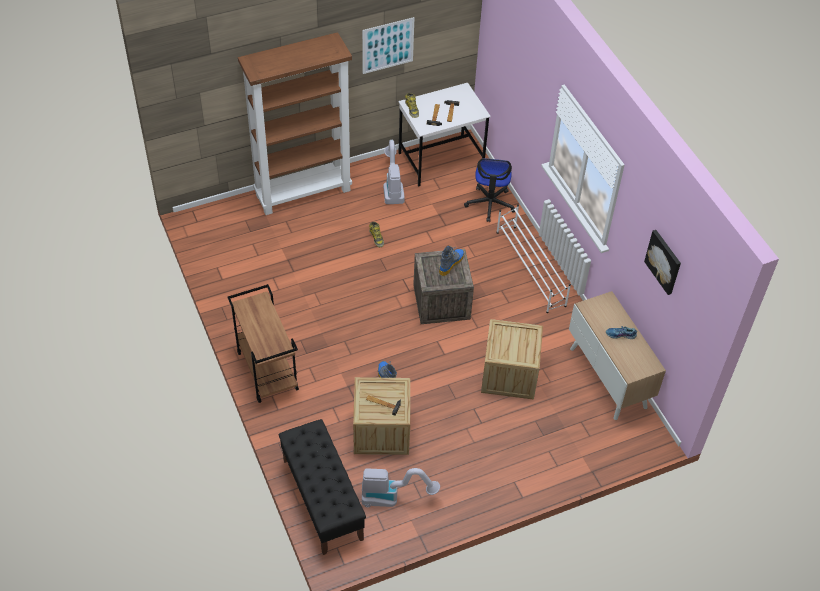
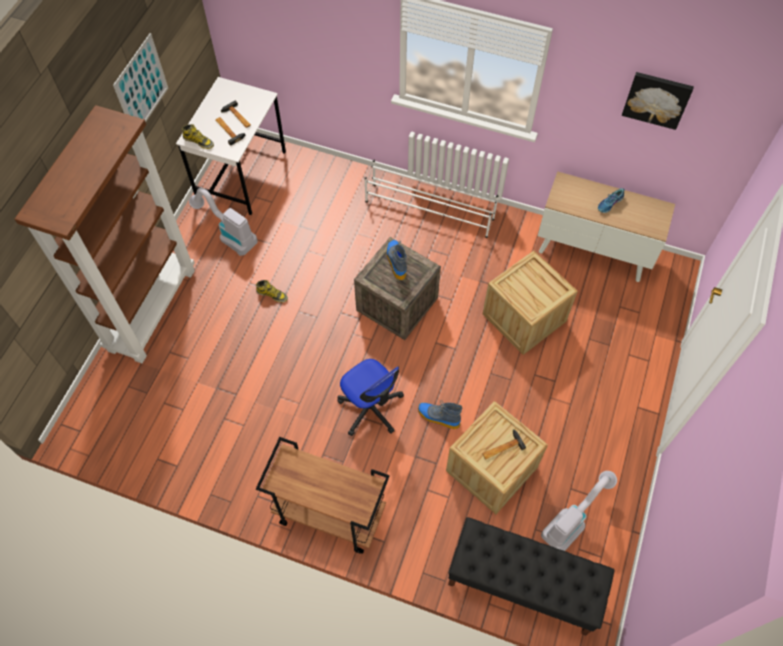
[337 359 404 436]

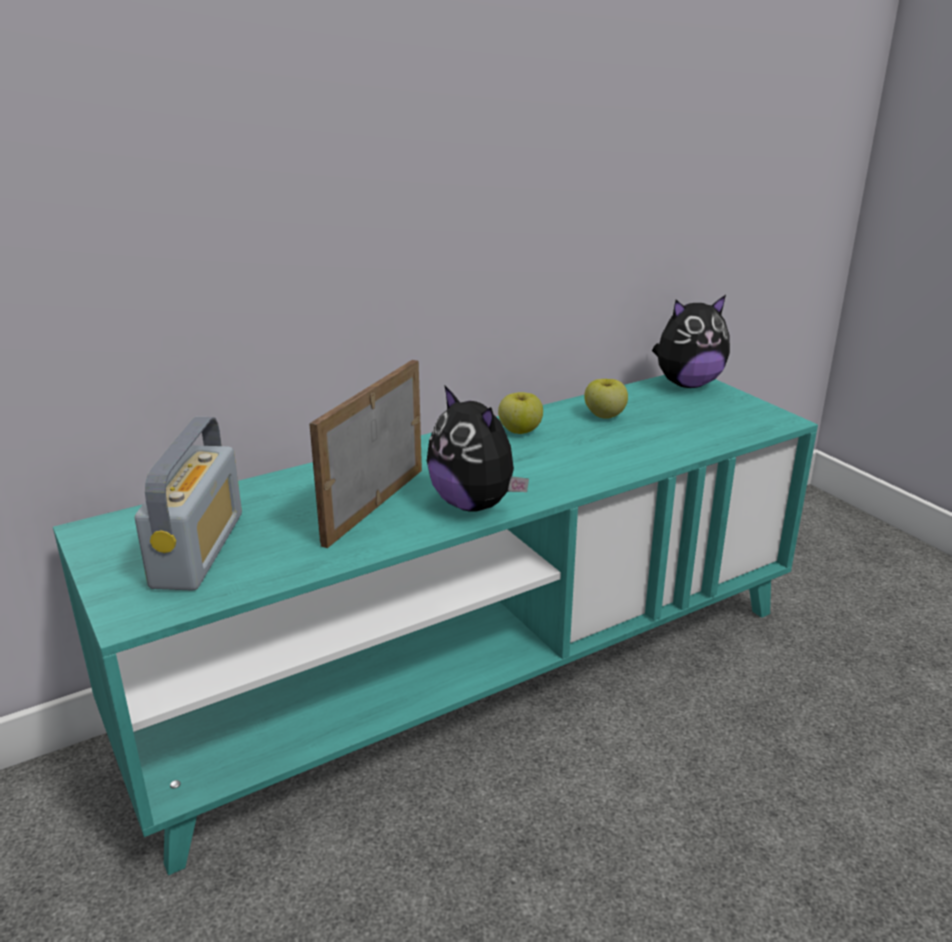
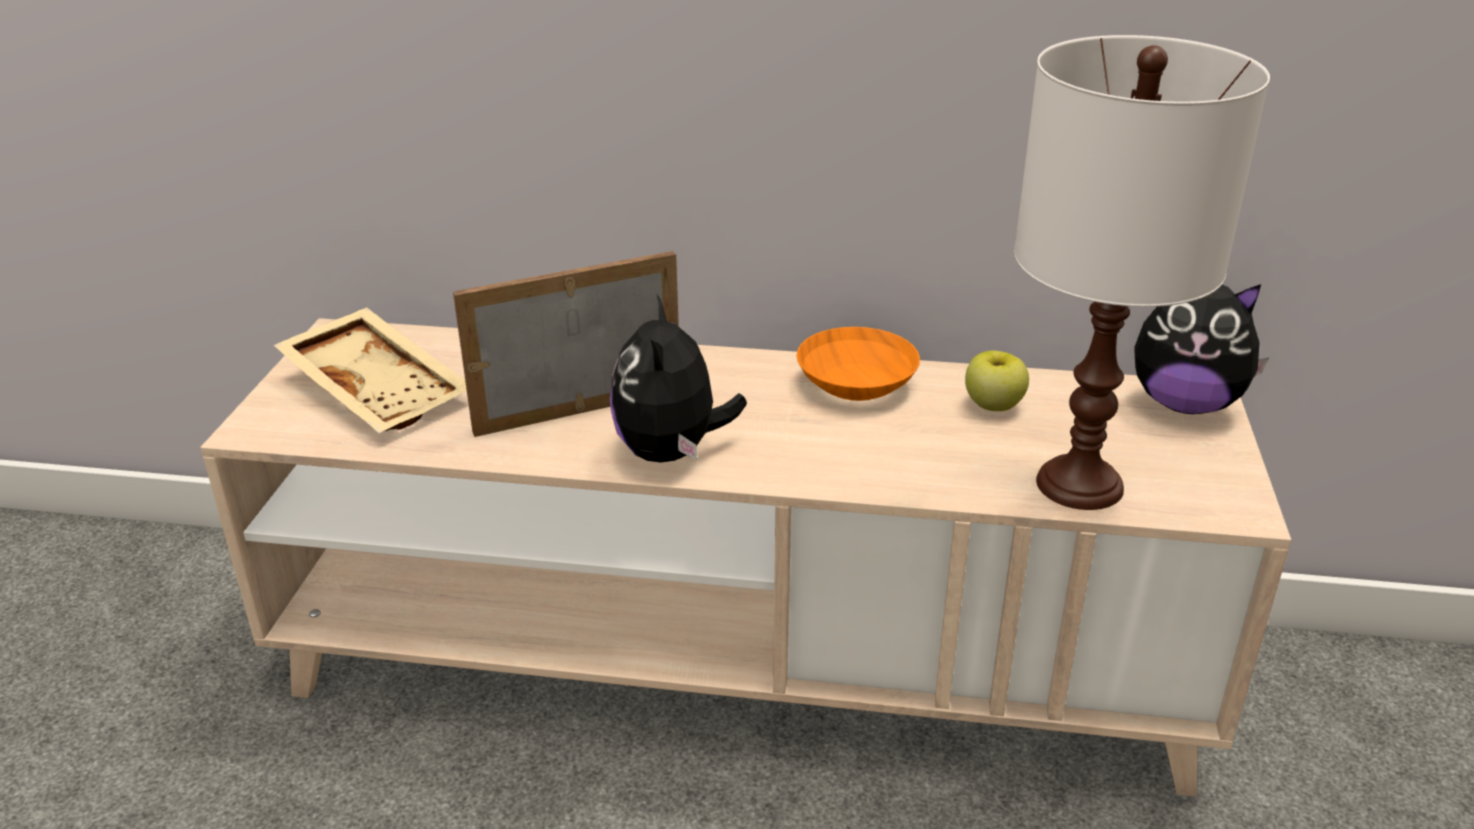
[200 318 1291 797]
[796 327 920 401]
[273 307 467 433]
[1014 35 1270 510]

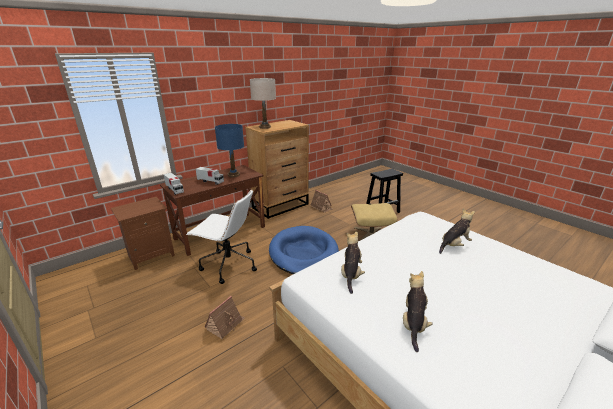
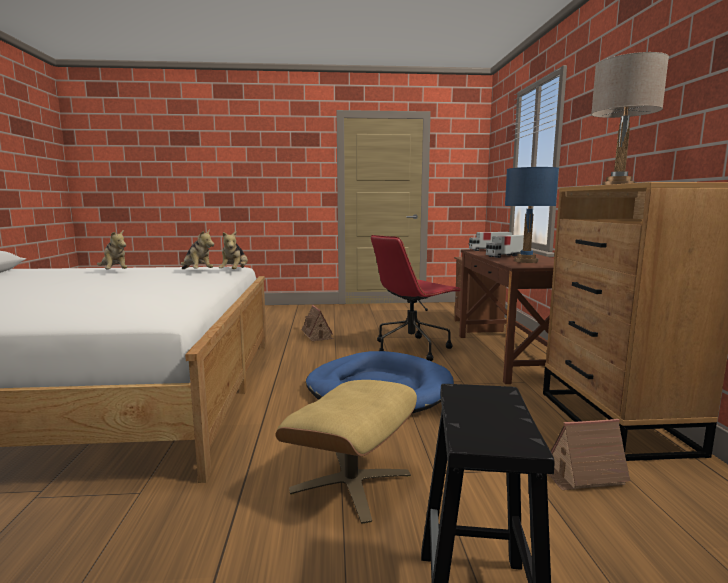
[371 235 461 361]
[219 231 248 269]

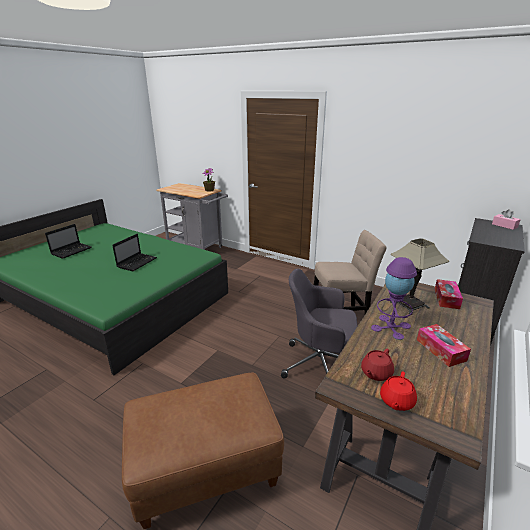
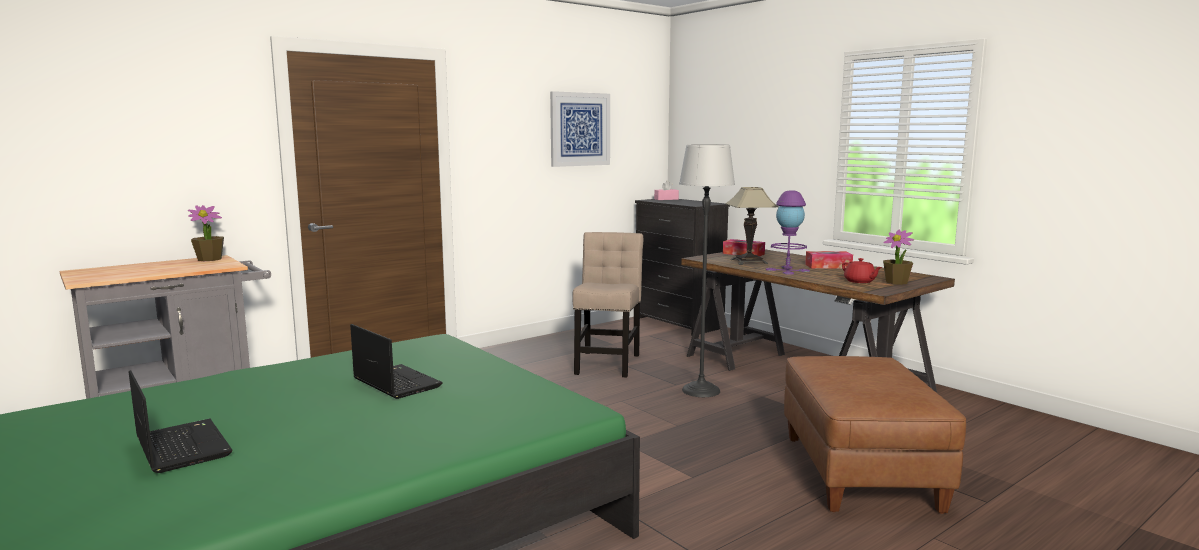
[679 144 735 397]
[883 230 914 285]
[550 91 610 167]

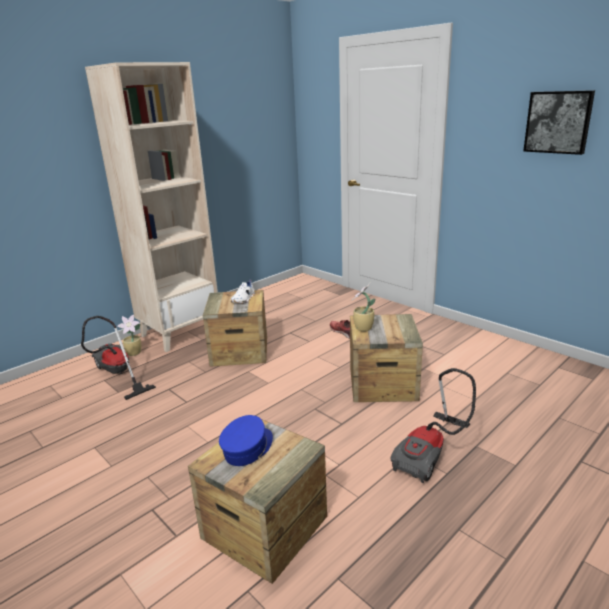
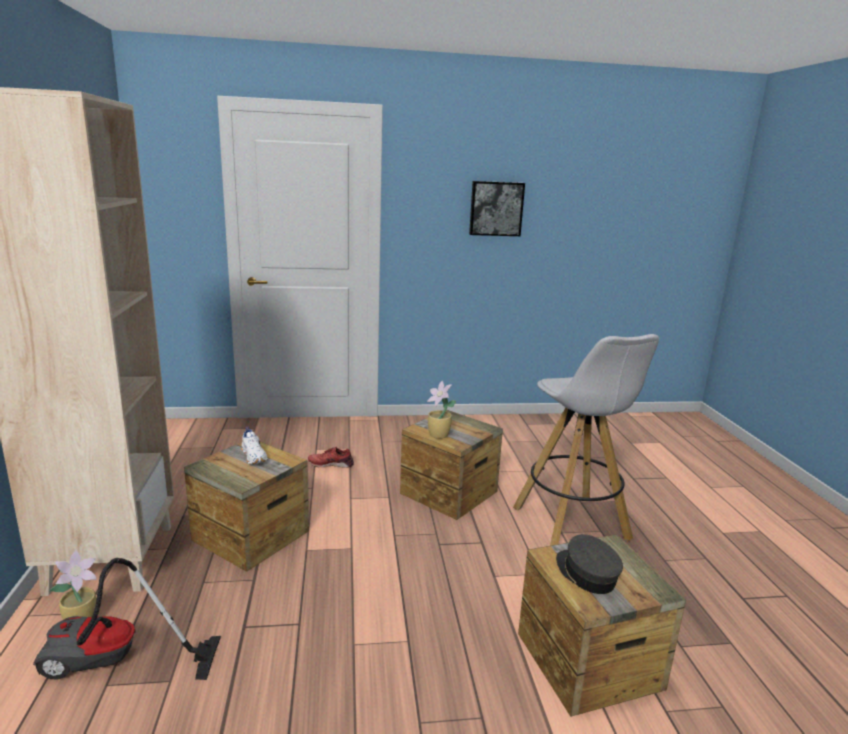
[513 334 659 546]
[556 534 623 594]

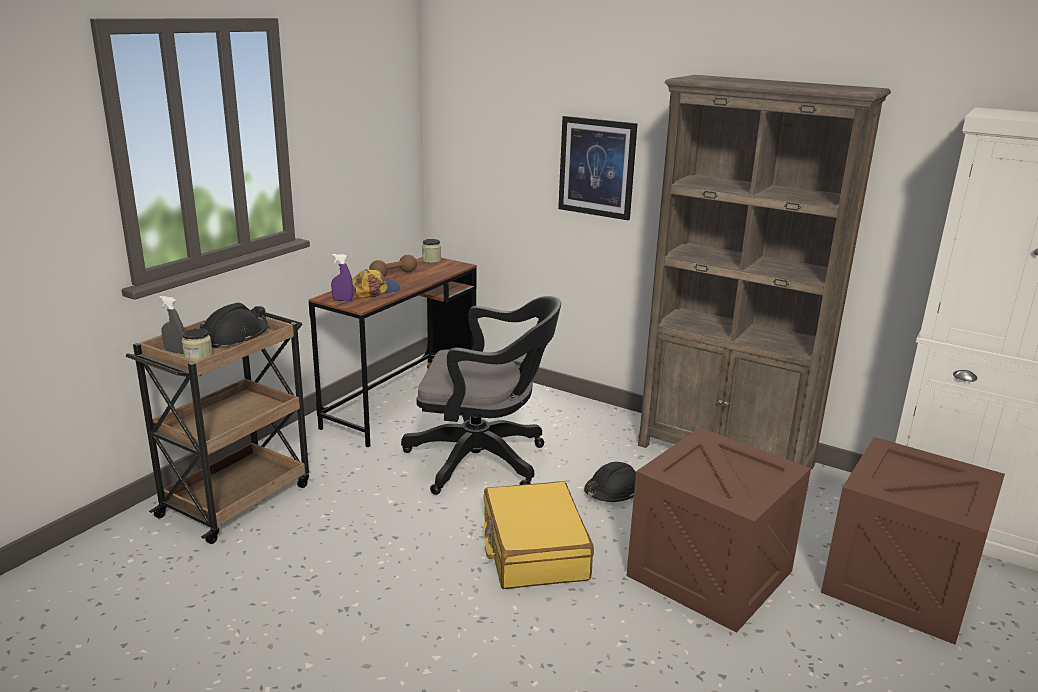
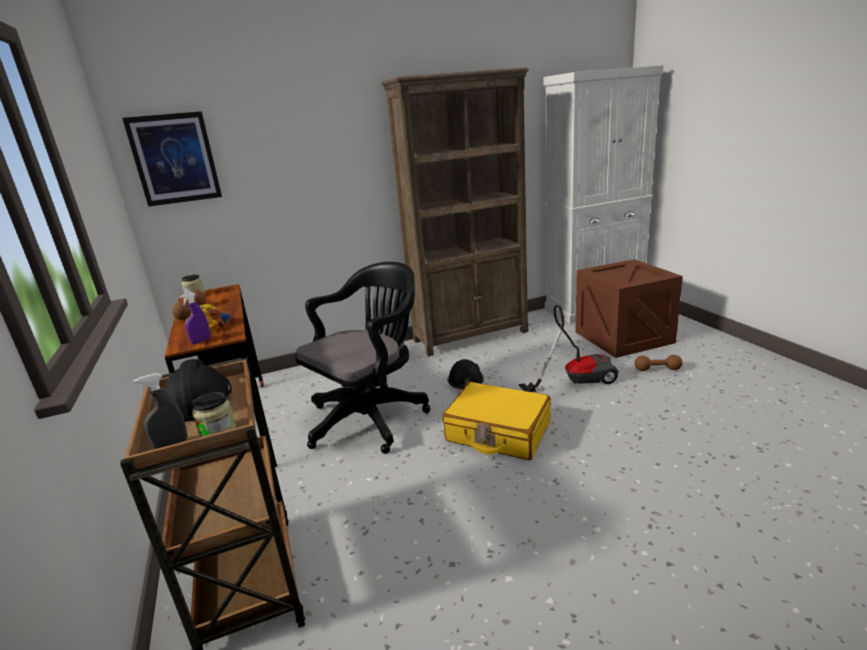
[122 111 222 207]
[519 305 619 392]
[635 355 683 371]

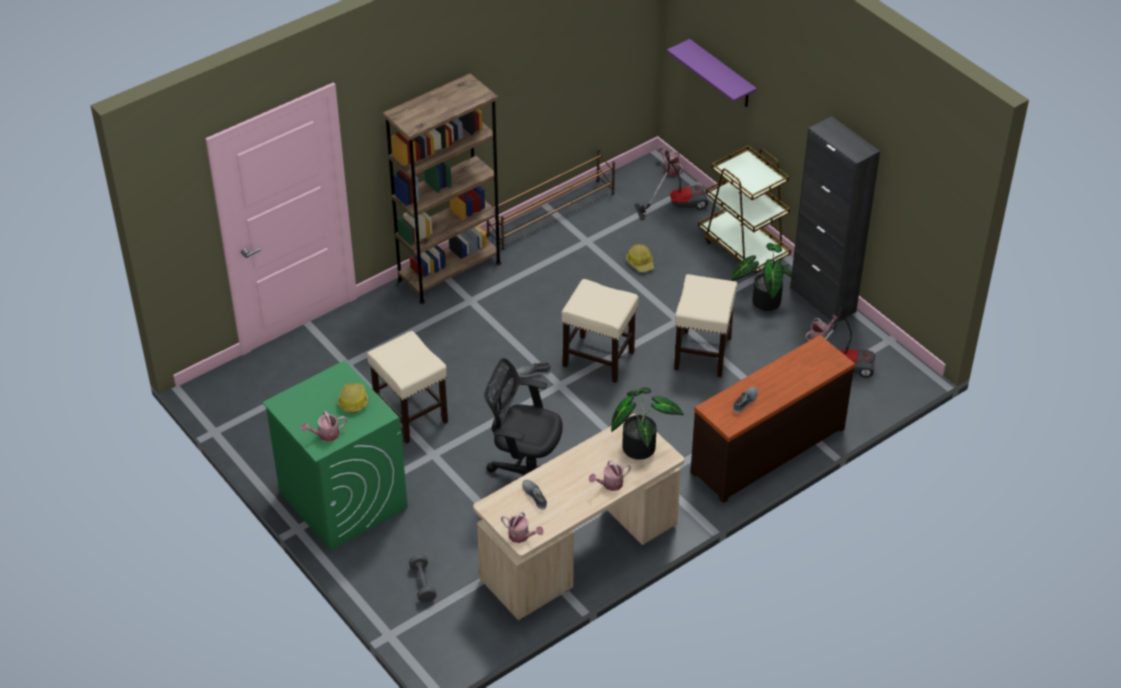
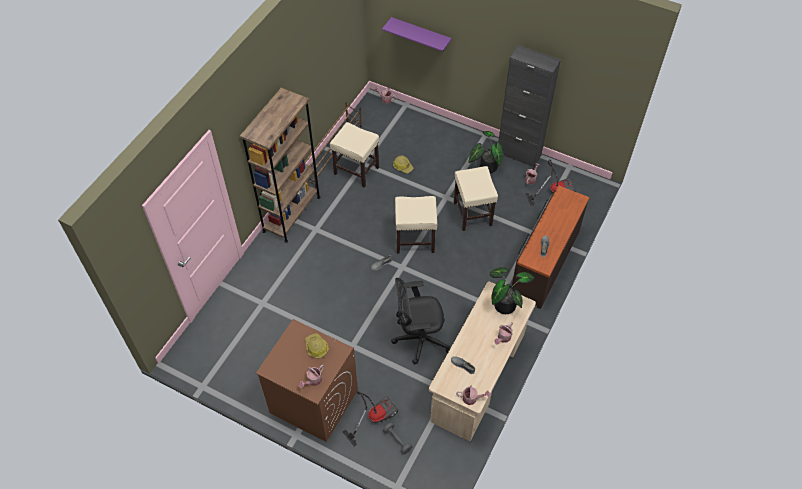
[698 145 791 273] (first image)
[343 391 398 447]
[330 122 379 188]
[256 319 358 442]

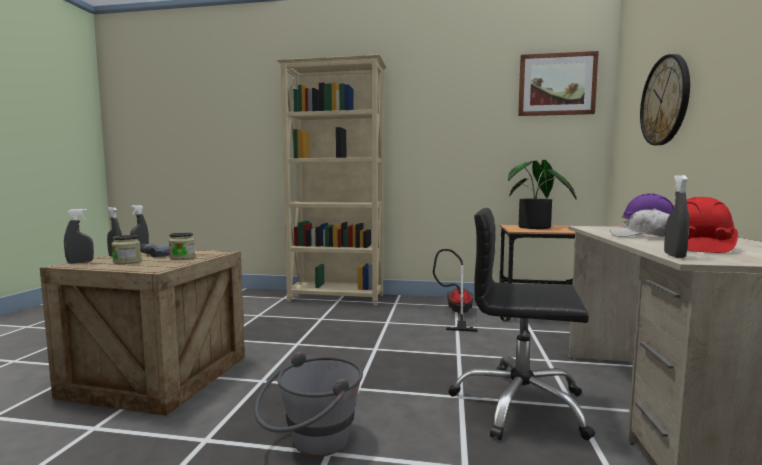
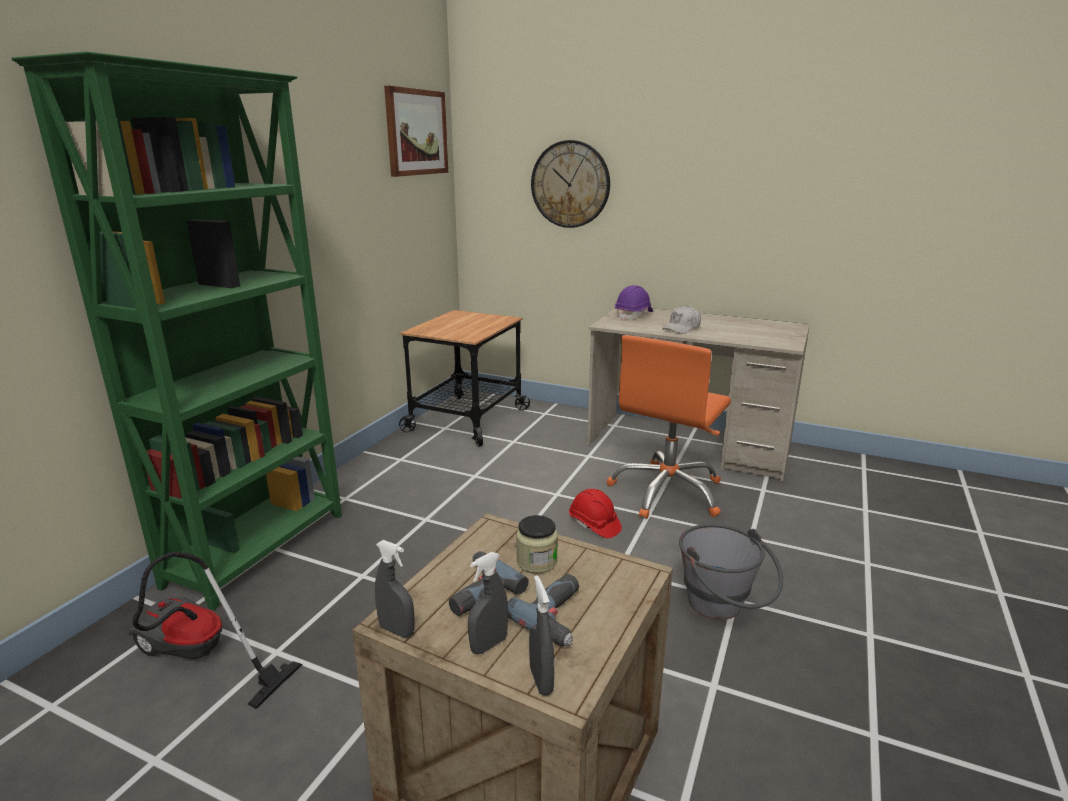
[11 51 342 610]
[508 160 577 229] (first image)
[664 175 689 258] (first image)
[569 489 622 538]
[607 335 731 519]
[507 574 579 646]
[128 551 302 709]

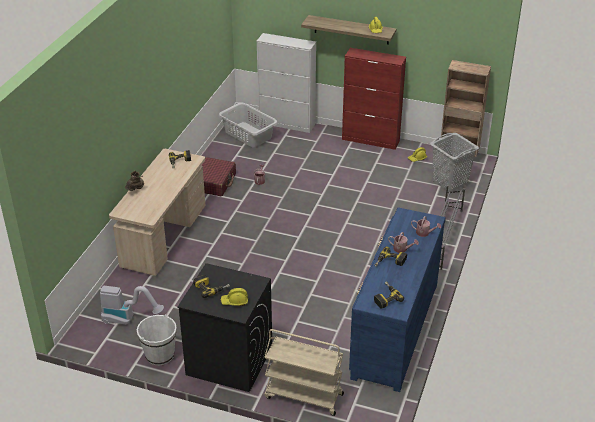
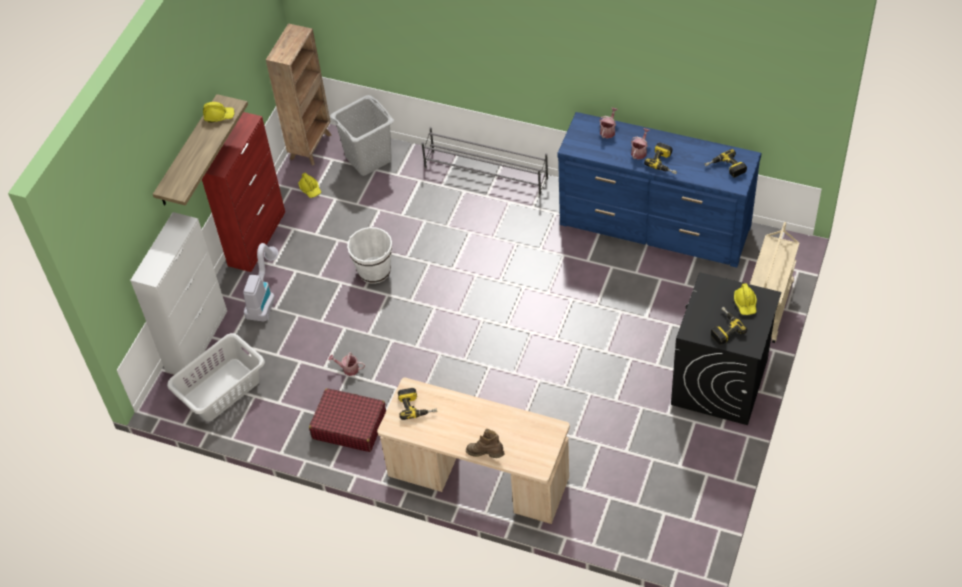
[243 243 279 321]
[347 227 392 284]

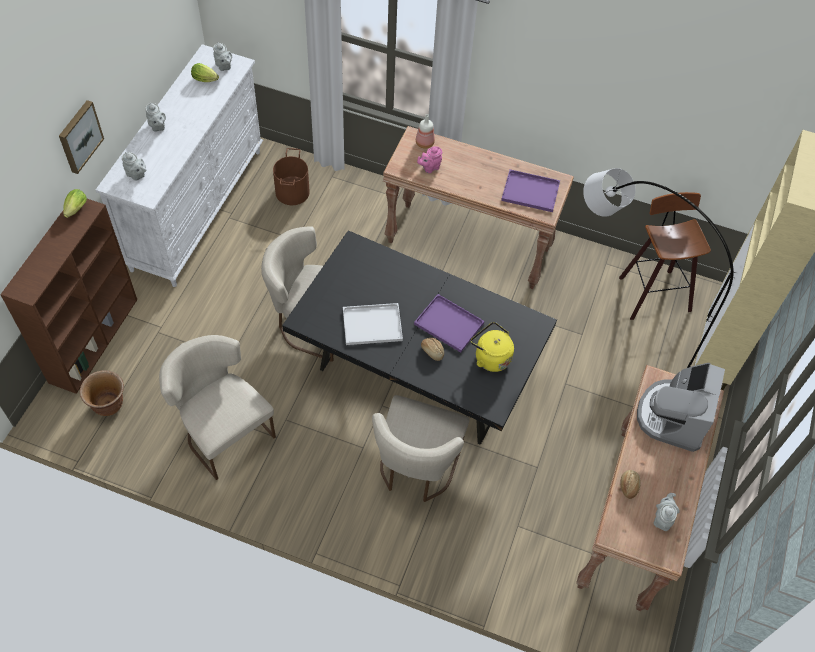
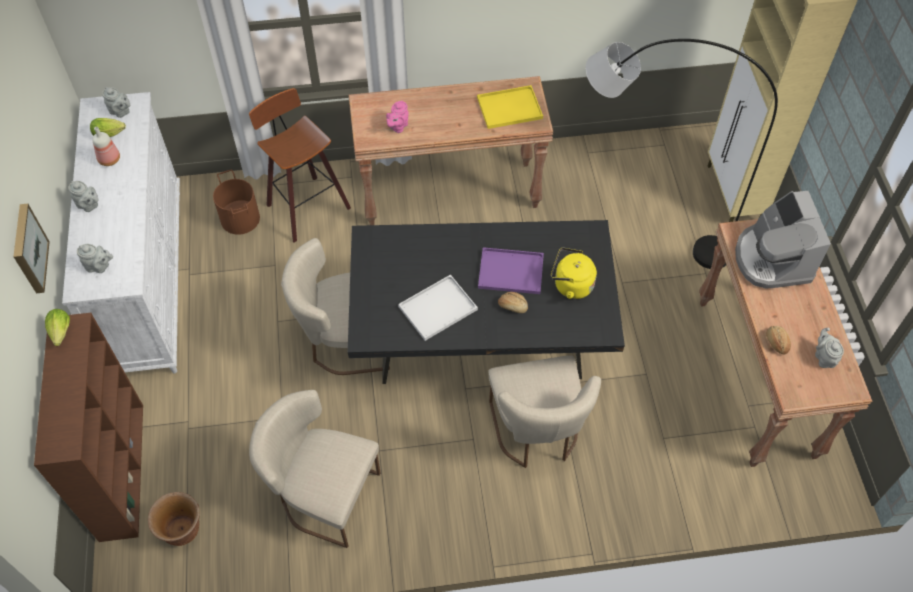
[92 127 120 166]
[477 85 543 129]
[249 88 351 243]

